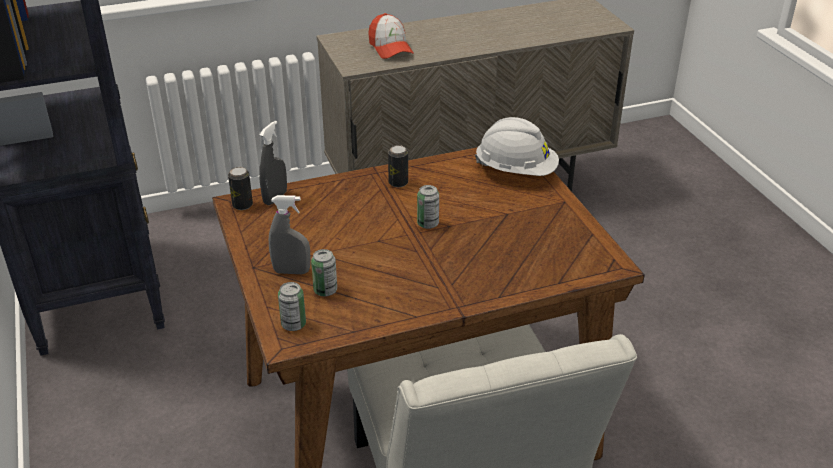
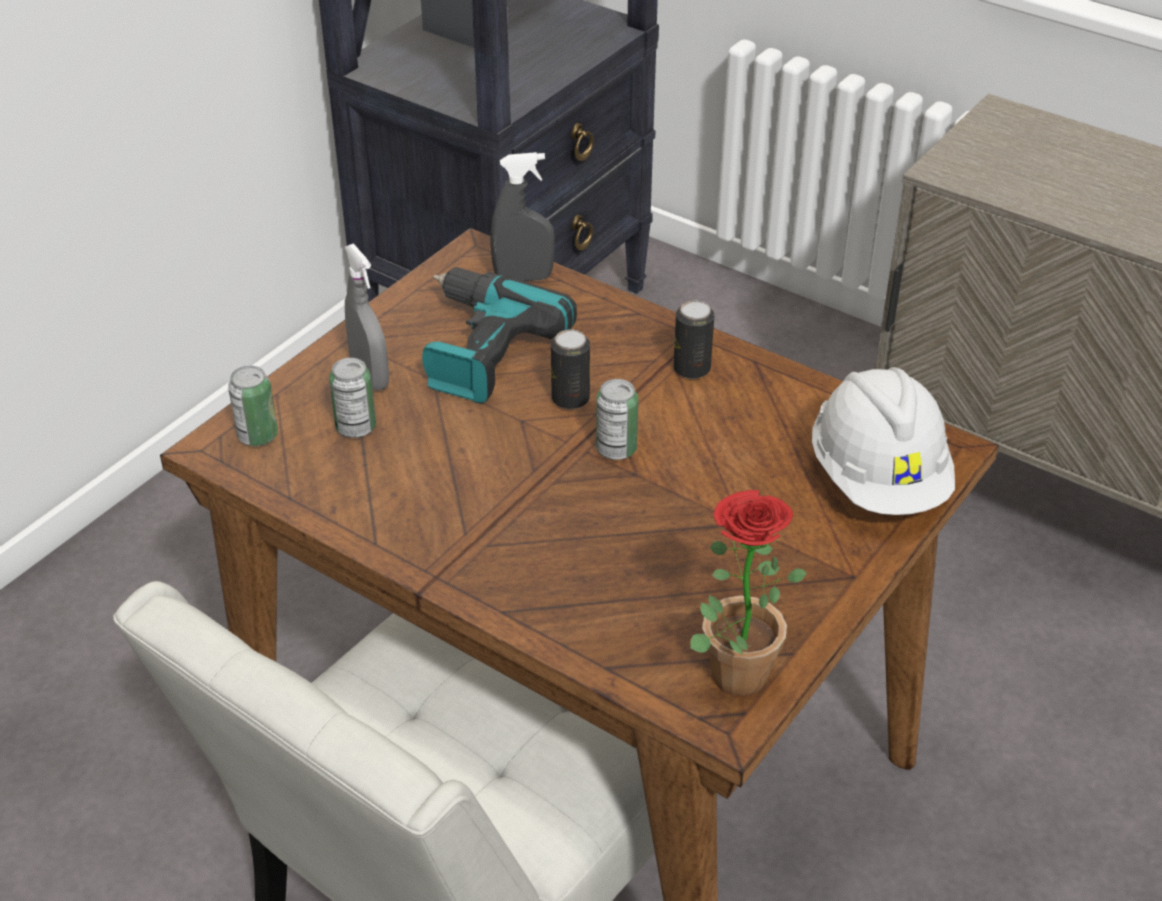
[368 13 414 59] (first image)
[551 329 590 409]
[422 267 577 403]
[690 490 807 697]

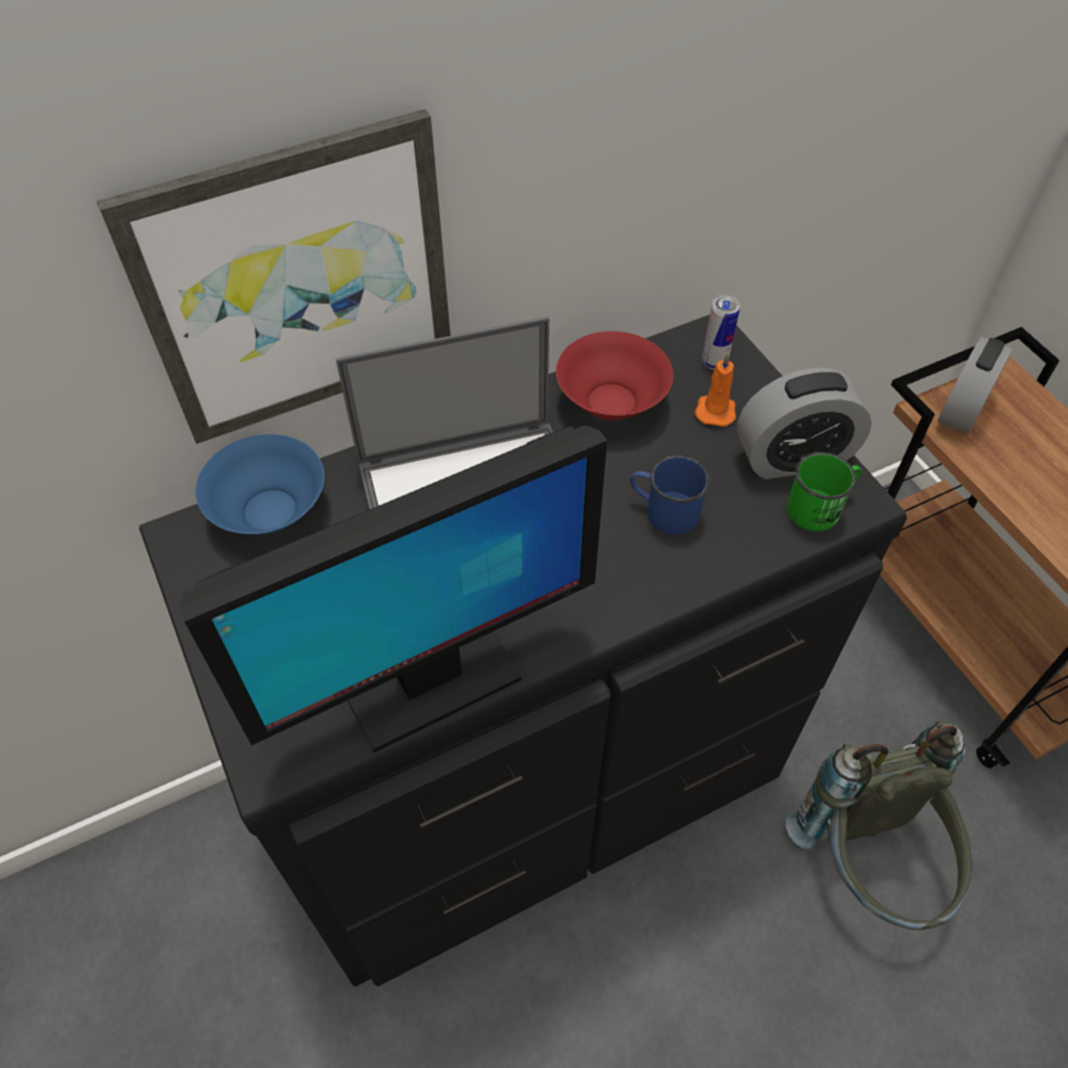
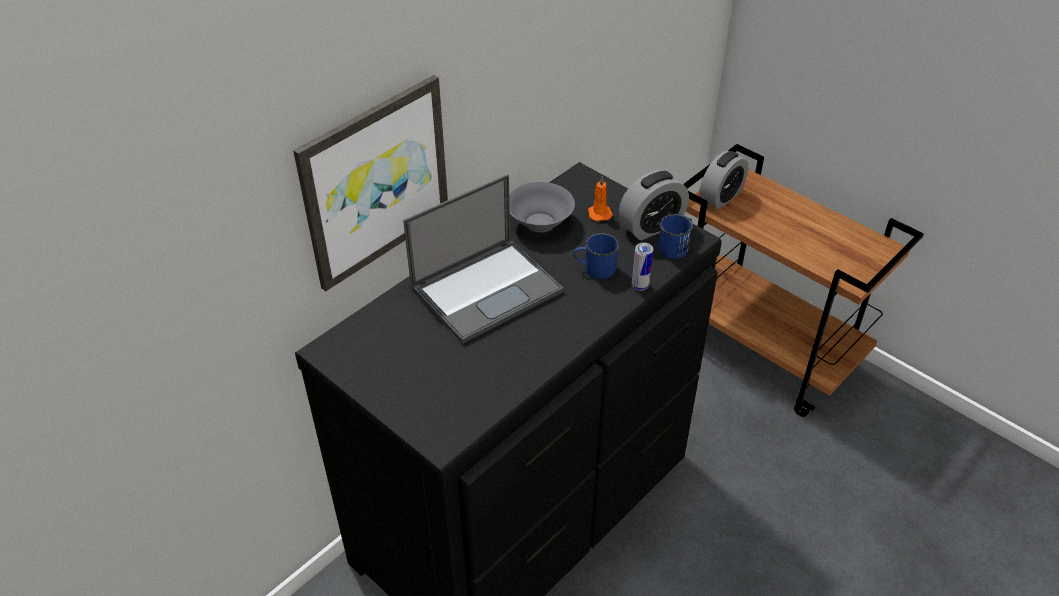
[632 242 653 291]
[509 182 575 232]
[699 151 749 210]
[179 425 607 753] (first image)
[195 434 324 535] (first image)
[658 214 693 259]
[786 721 973 930] (first image)

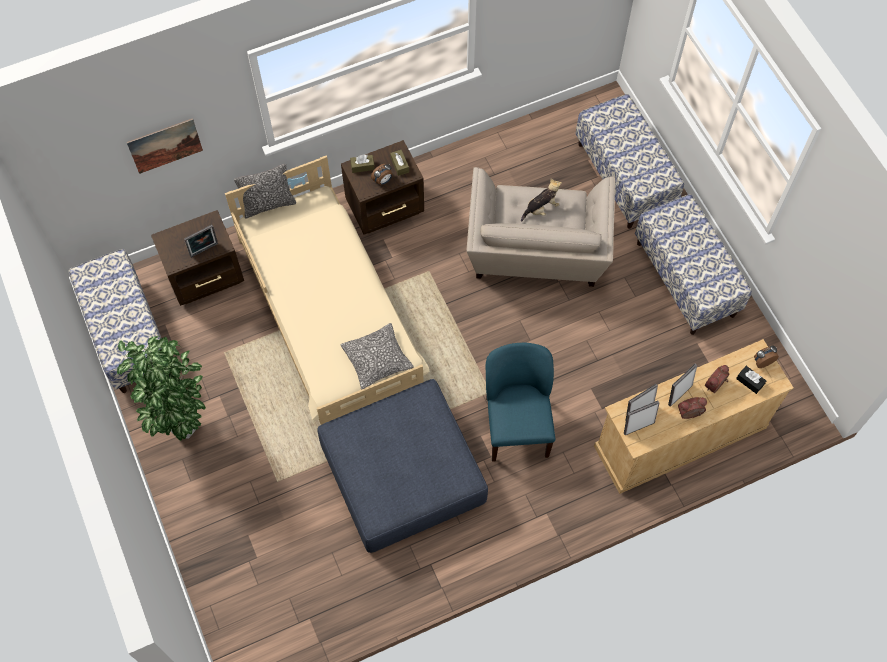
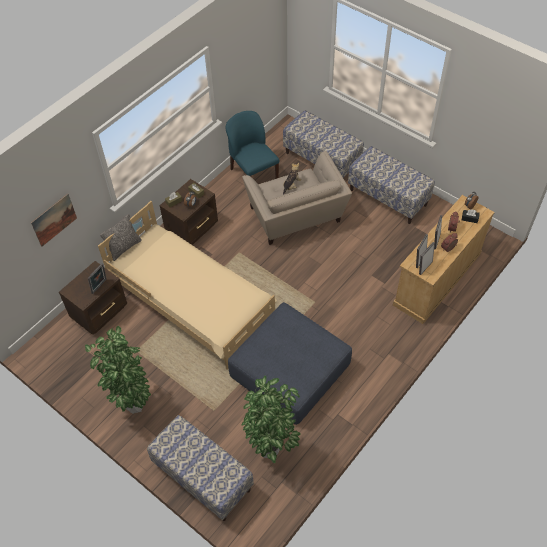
[147 415 254 521]
[340 323 414 389] (first image)
[226 111 279 179]
[241 376 301 463]

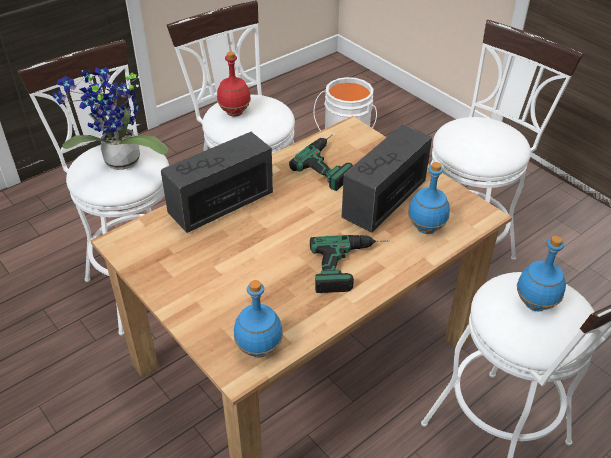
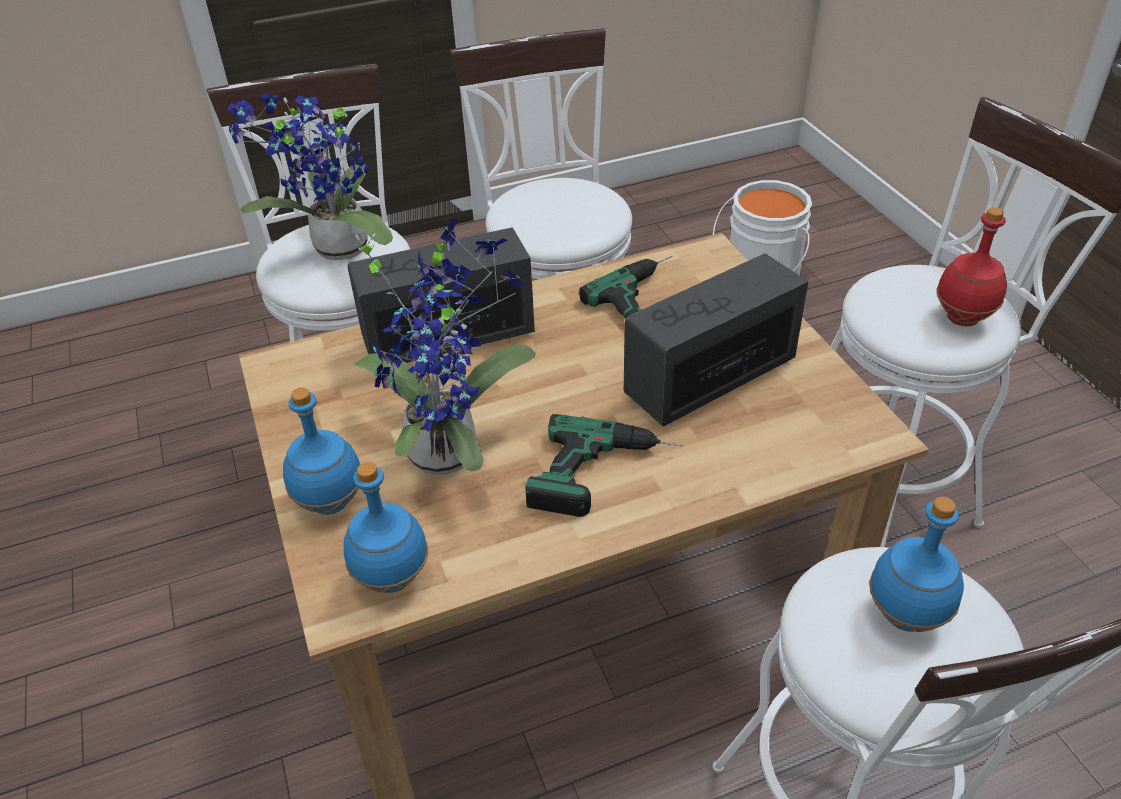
[937 207 1007 326]
[283 387 360 515]
[355 219 536 475]

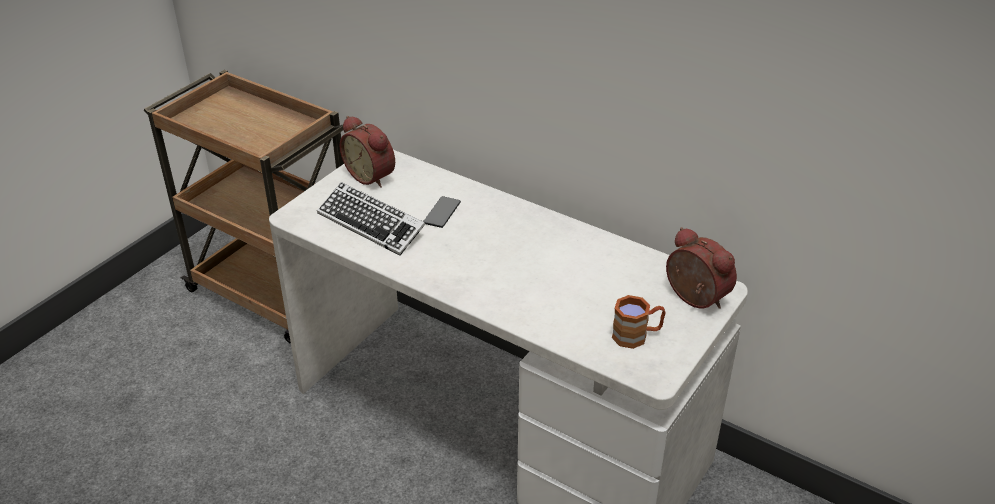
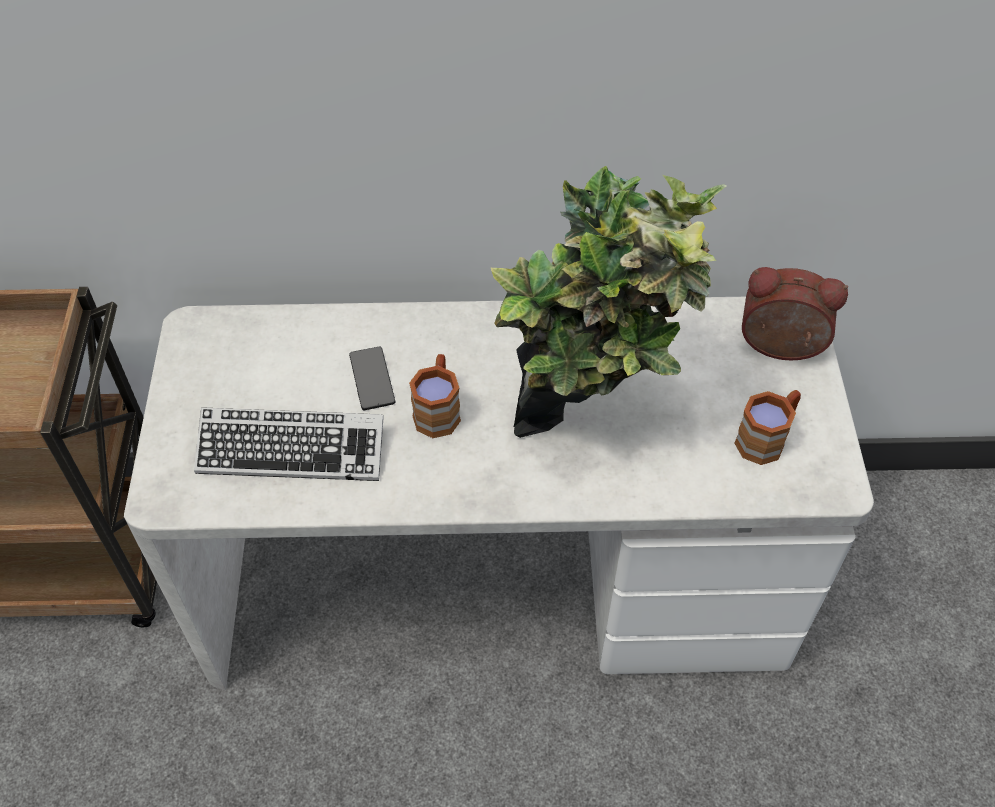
[340 116 395 188] (first image)
[491 166 727 438]
[409 354 461 438]

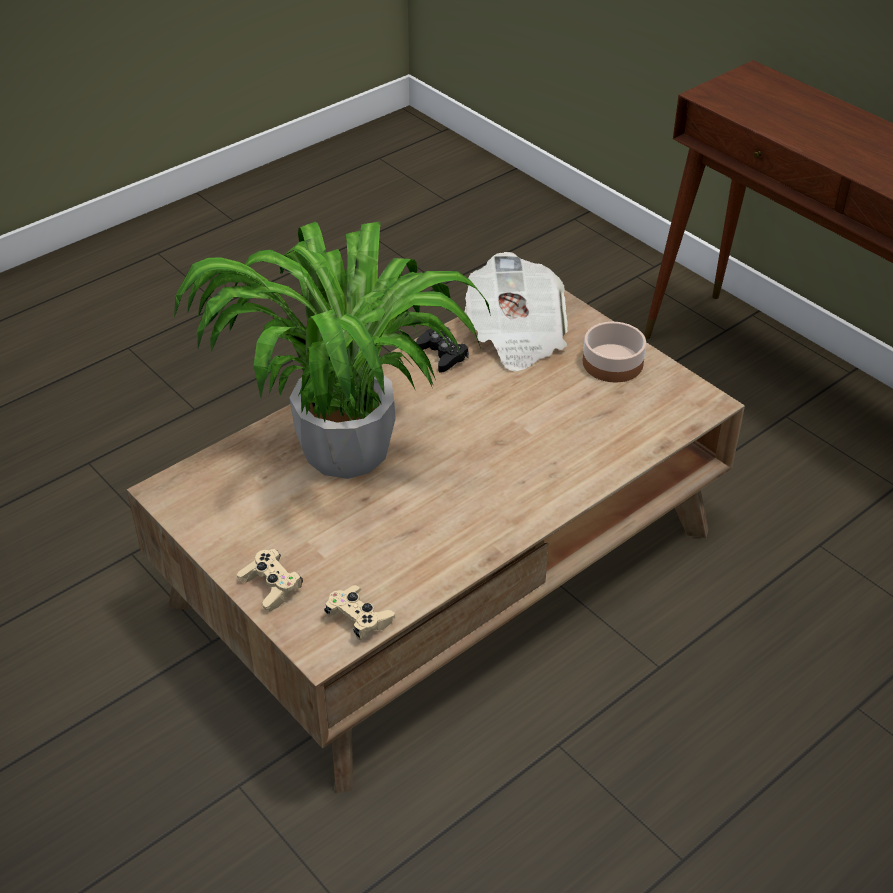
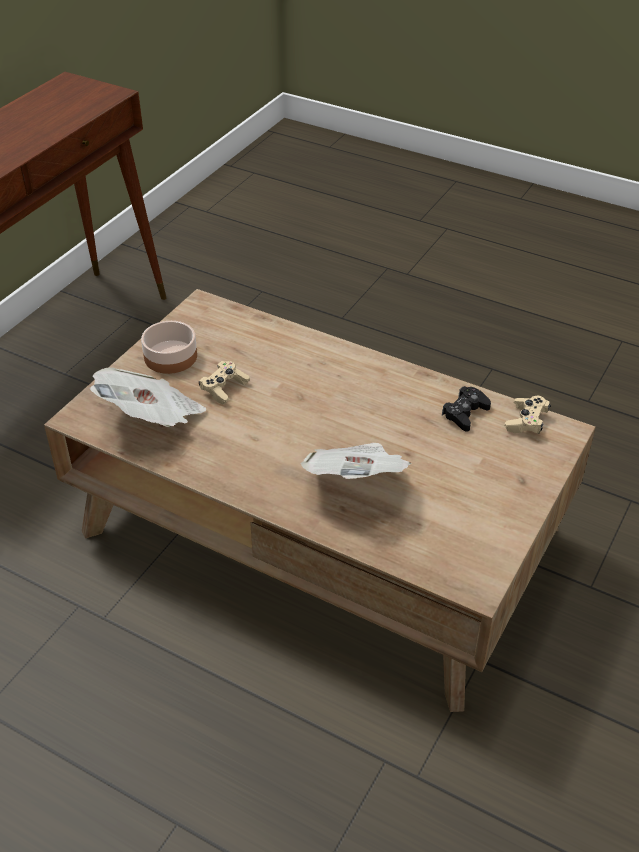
[301 443 412 479]
[442 386 491 432]
[199 361 250 405]

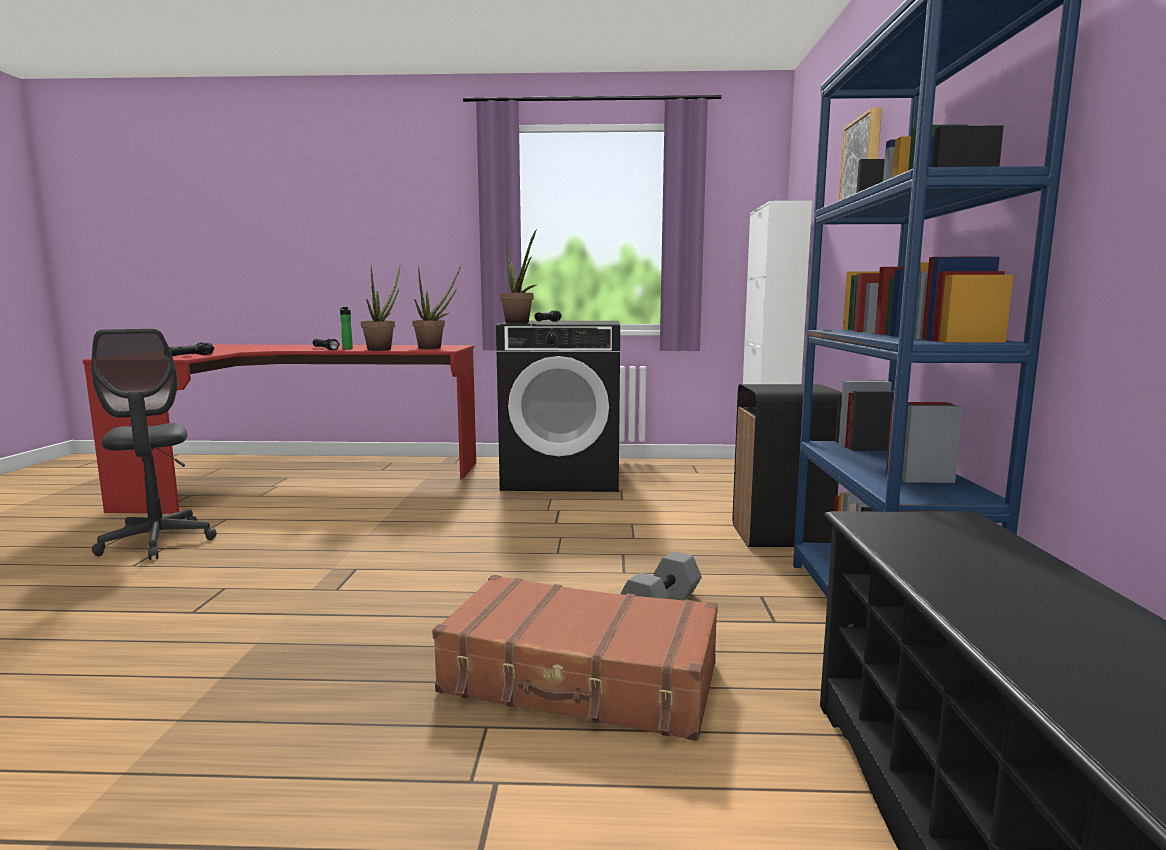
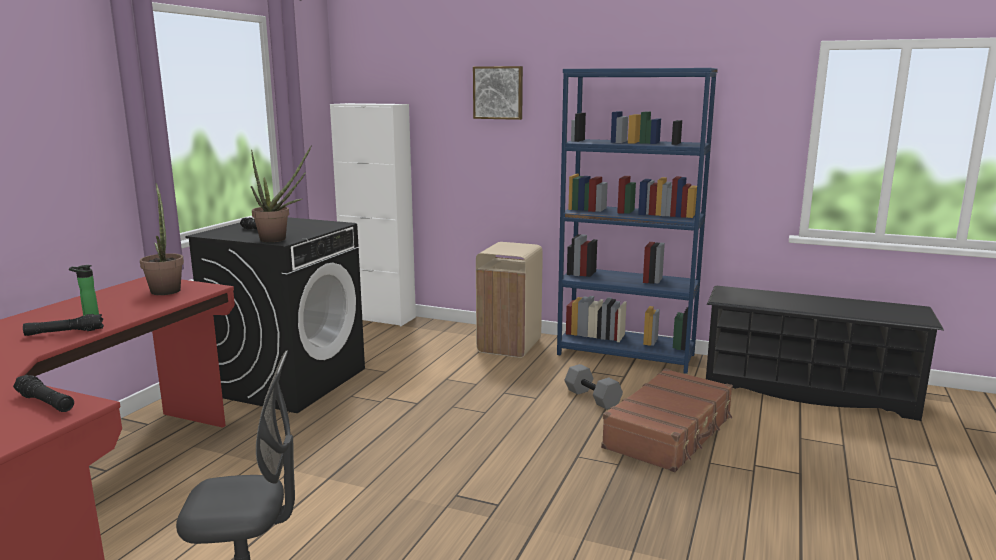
[361 265 400 351] (first image)
[476 242 543 358]

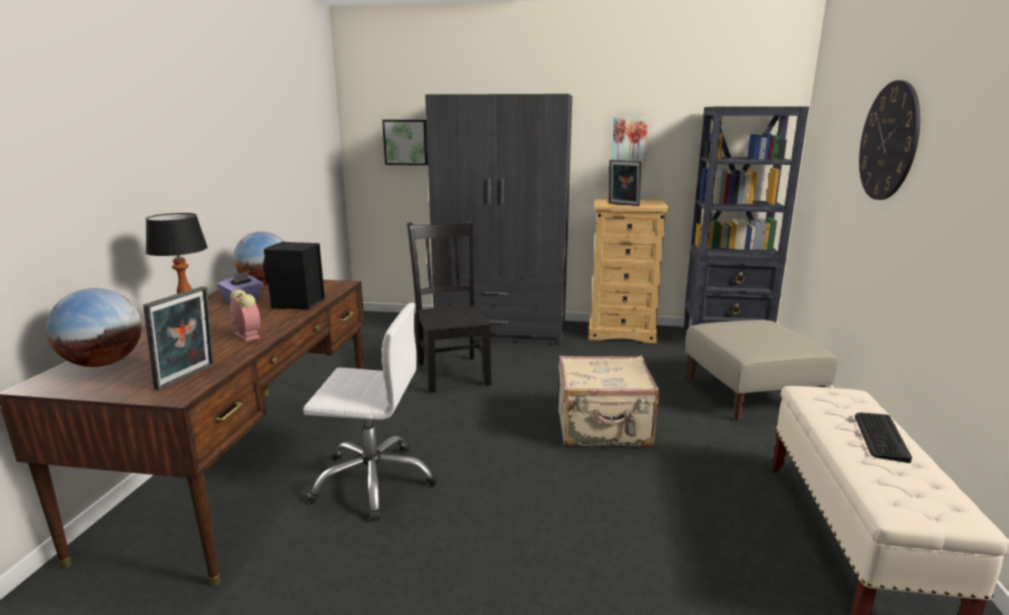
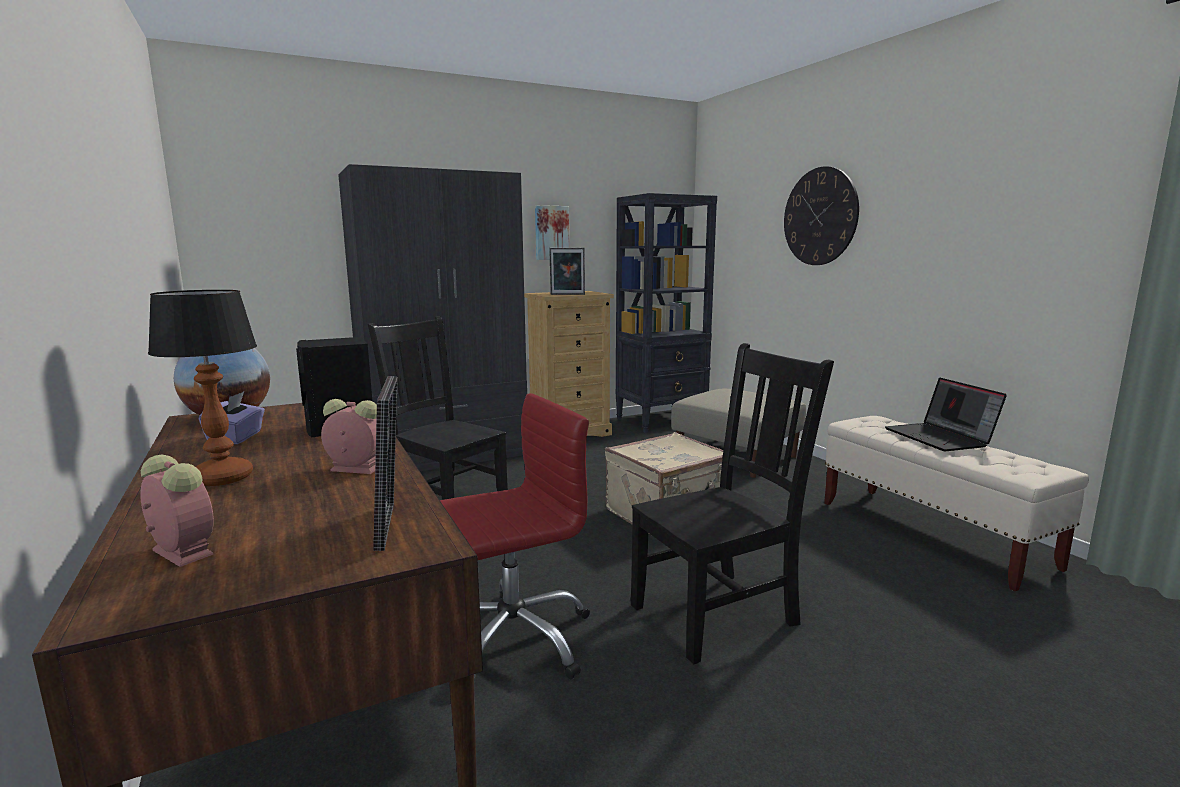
[382 120 428 165] (first image)
[140 455 214 567]
[440 393 590 680]
[885 378 1007 451]
[631 343 834 664]

